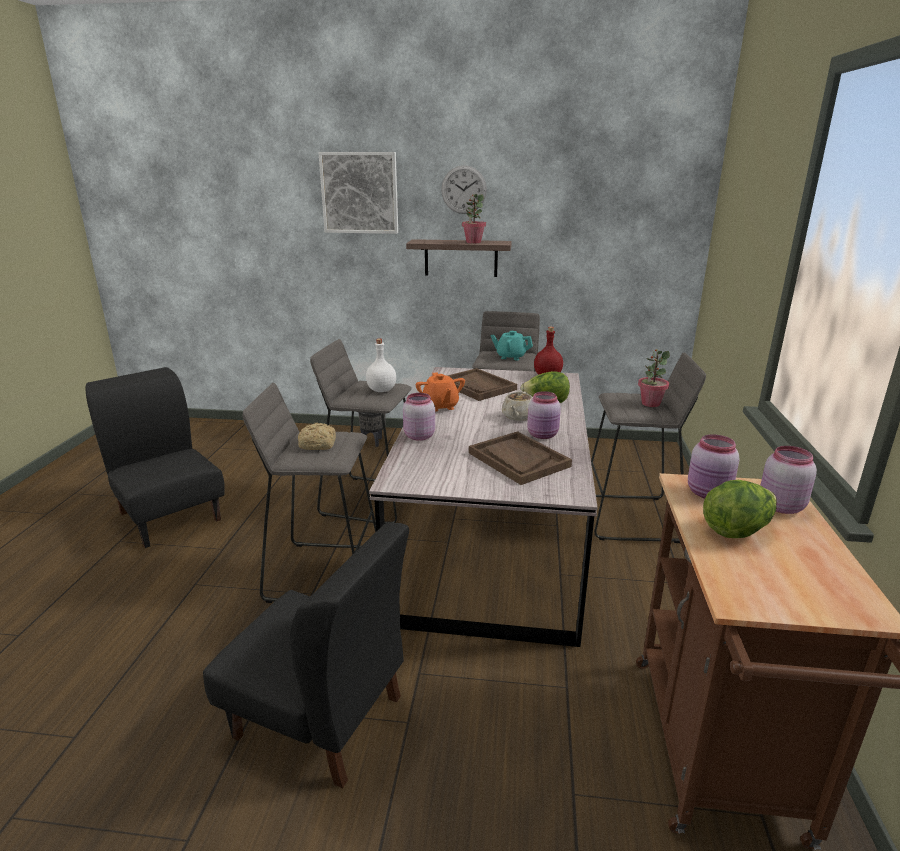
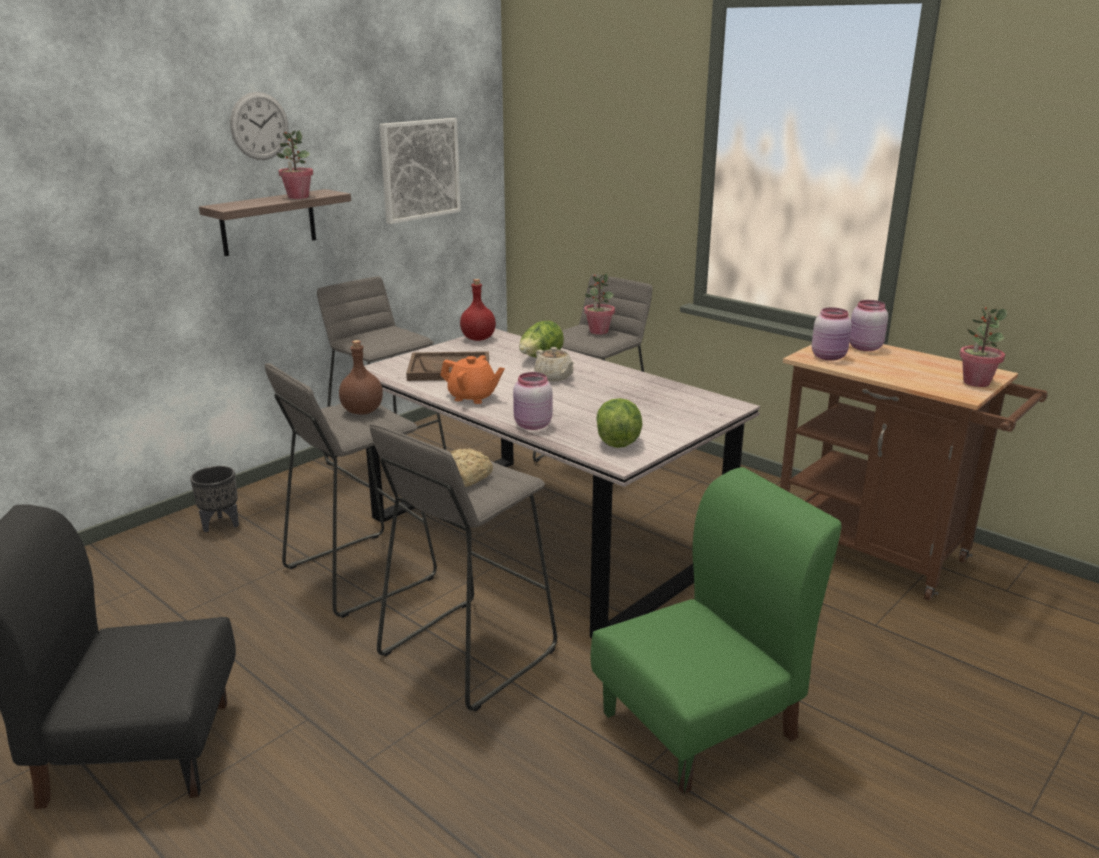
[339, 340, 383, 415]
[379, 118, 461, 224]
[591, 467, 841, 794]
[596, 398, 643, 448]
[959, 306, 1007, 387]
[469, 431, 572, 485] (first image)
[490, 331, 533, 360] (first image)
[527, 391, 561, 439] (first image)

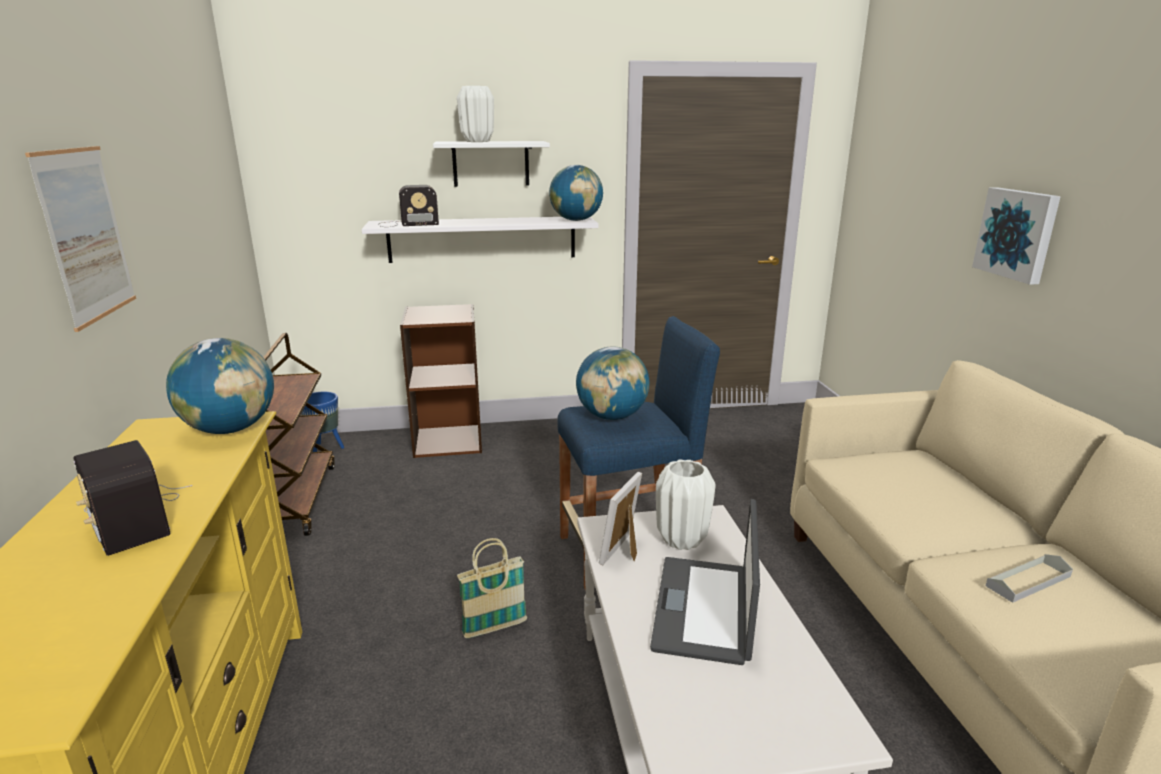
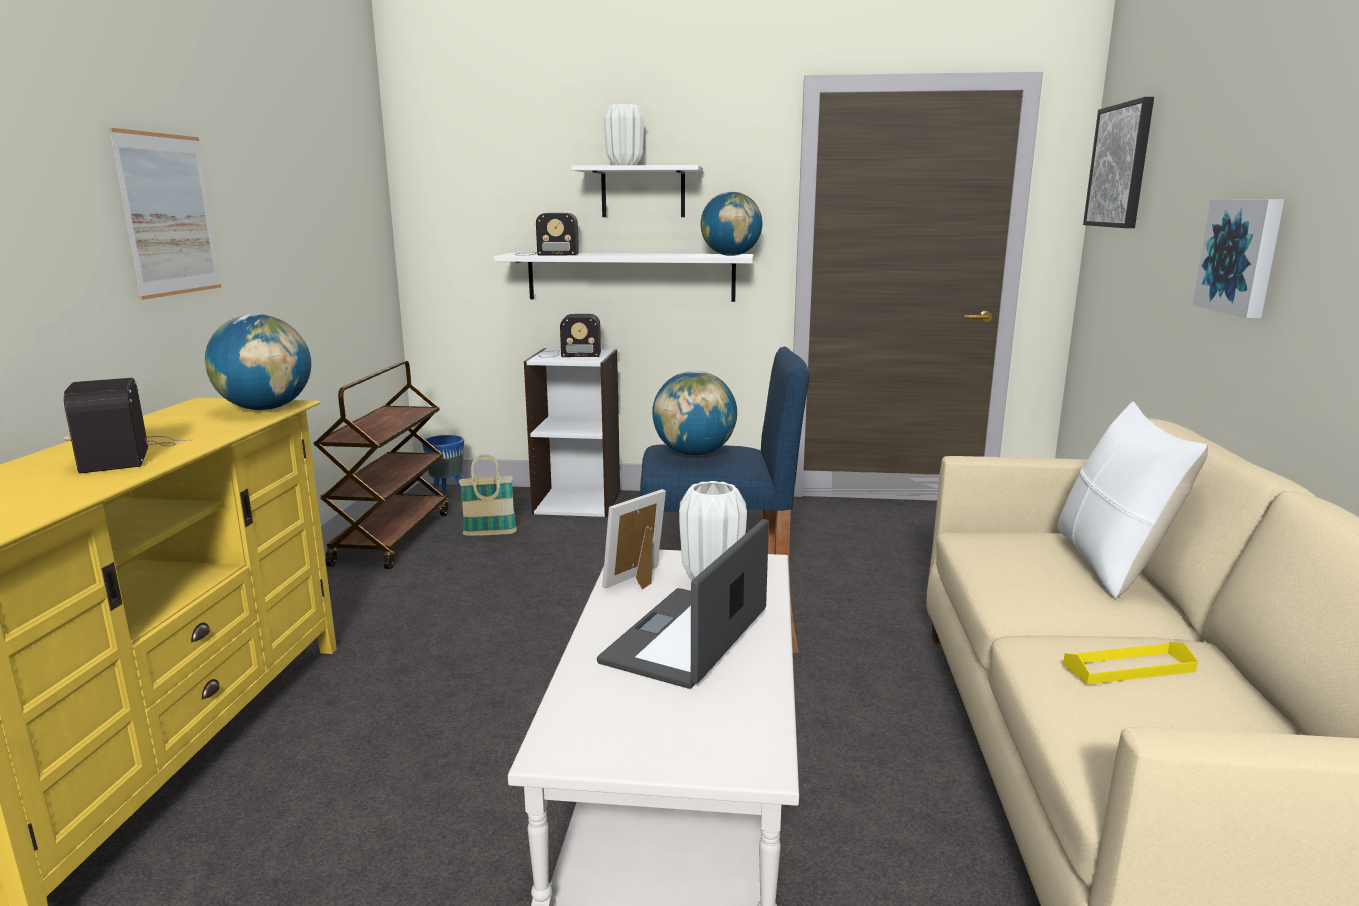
[458, 454, 517, 536]
[524, 348, 620, 517]
[539, 314, 601, 358]
[1058, 401, 1208, 598]
[1063, 642, 1198, 685]
[1083, 97, 1154, 228]

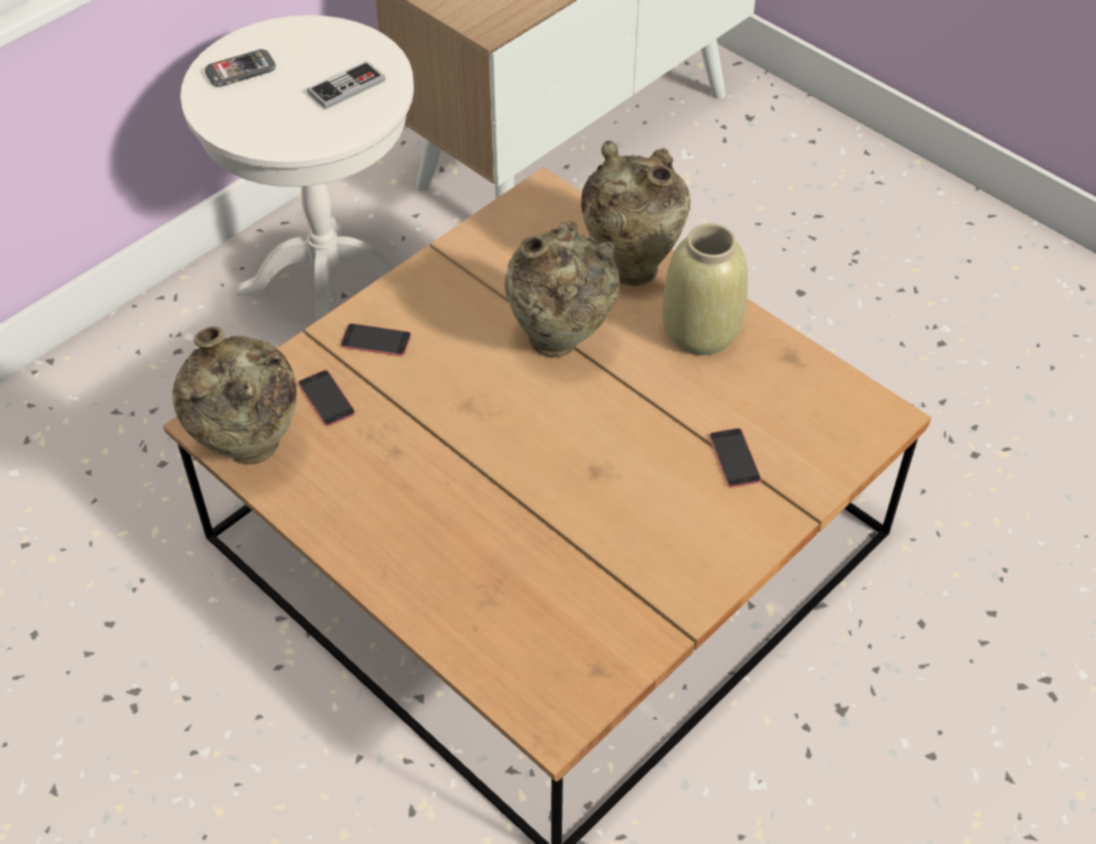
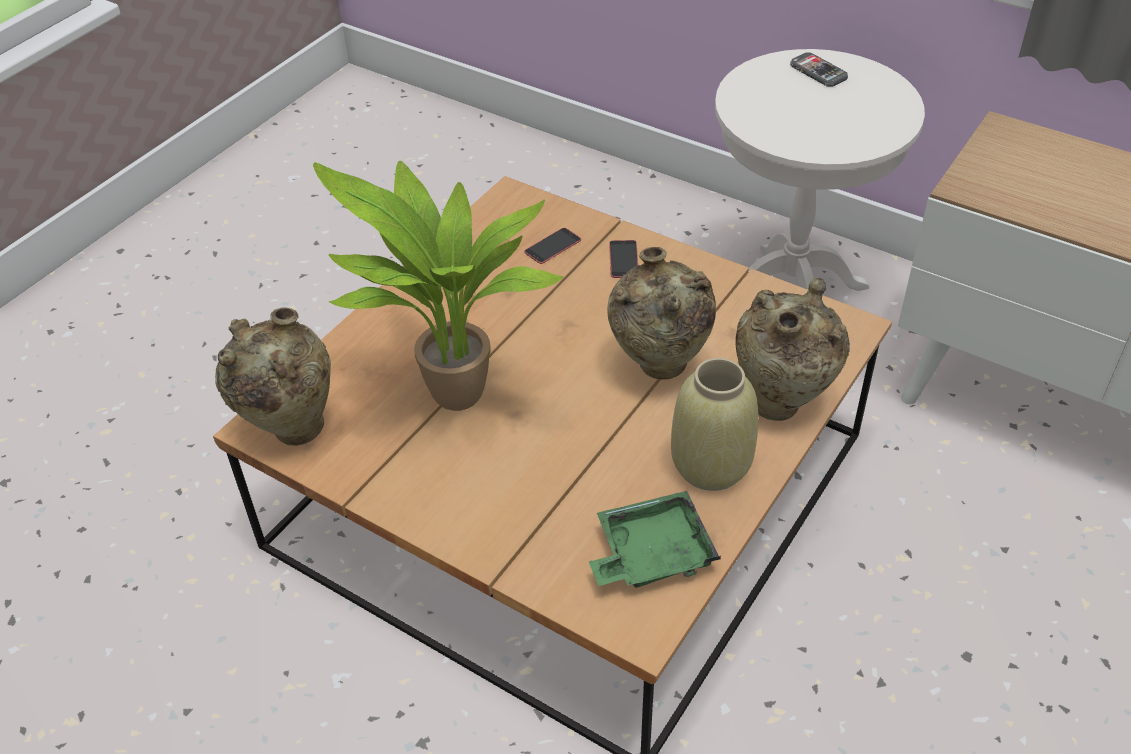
[215, 308, 331, 446]
[313, 161, 563, 411]
[589, 491, 721, 588]
[307, 60, 385, 109] (first image)
[709, 428, 761, 488] (first image)

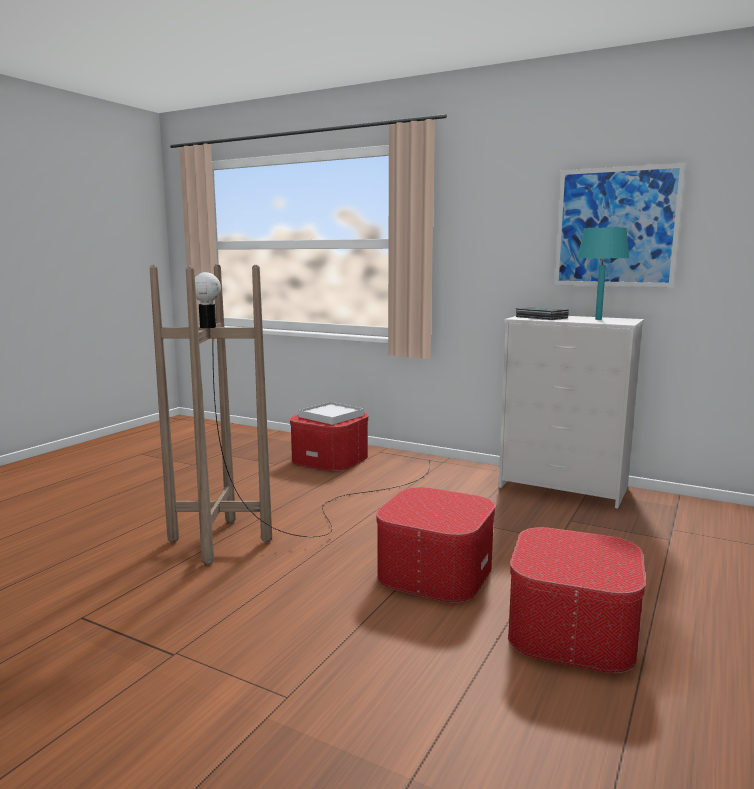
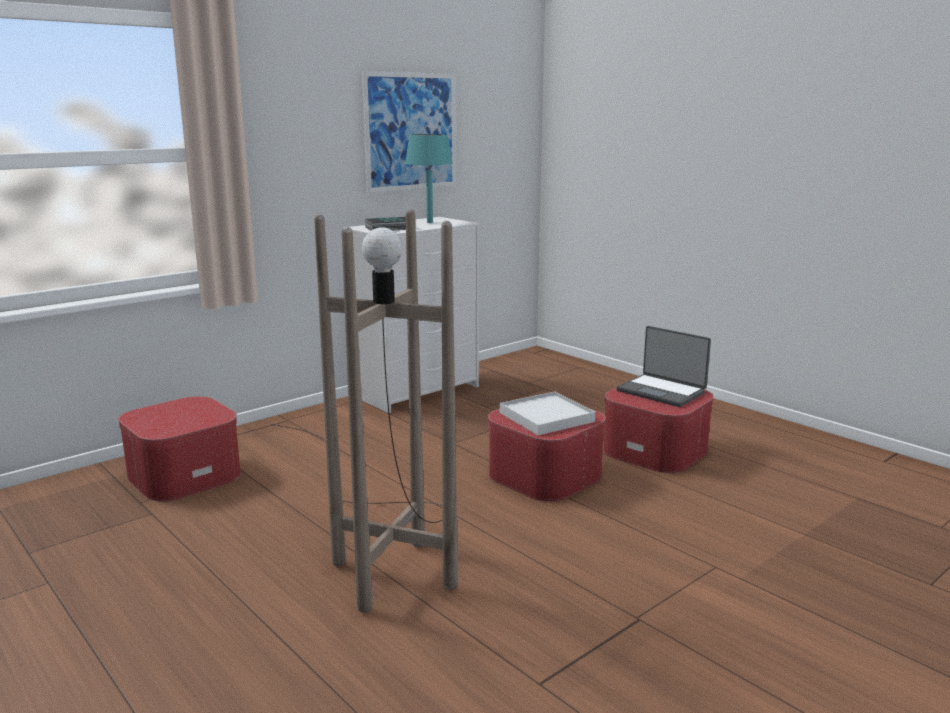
[500, 391, 596, 435]
[616, 326, 711, 407]

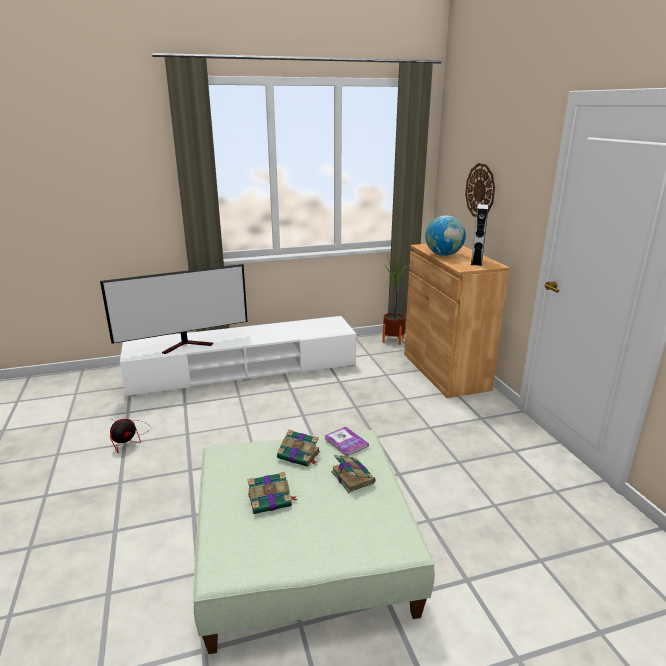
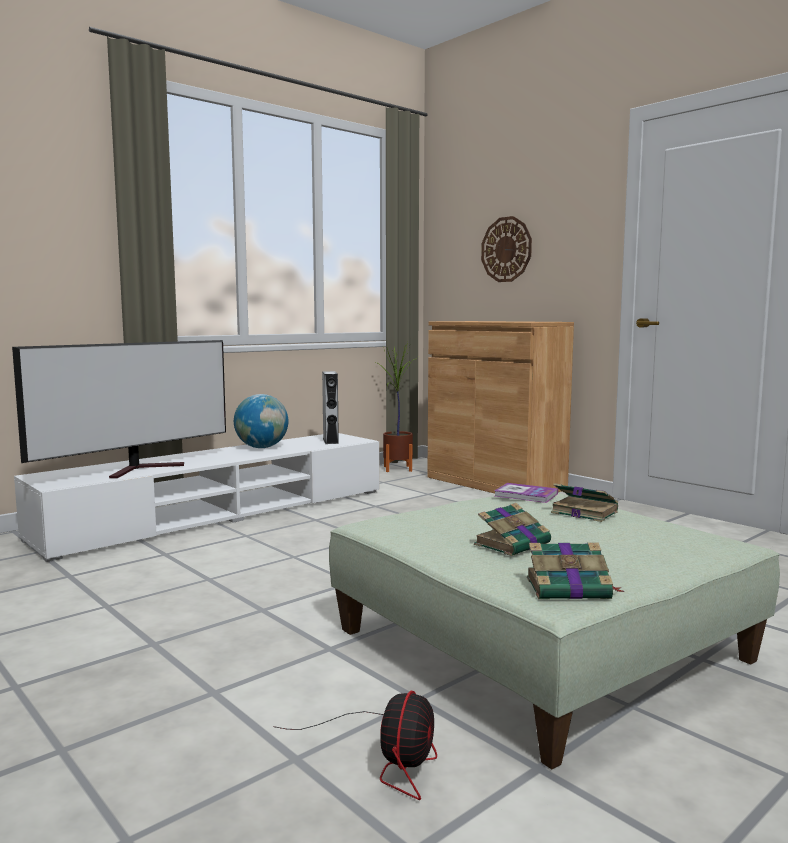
[234, 394, 288, 448]
[273, 691, 437, 800]
[322, 371, 339, 444]
[527, 542, 624, 599]

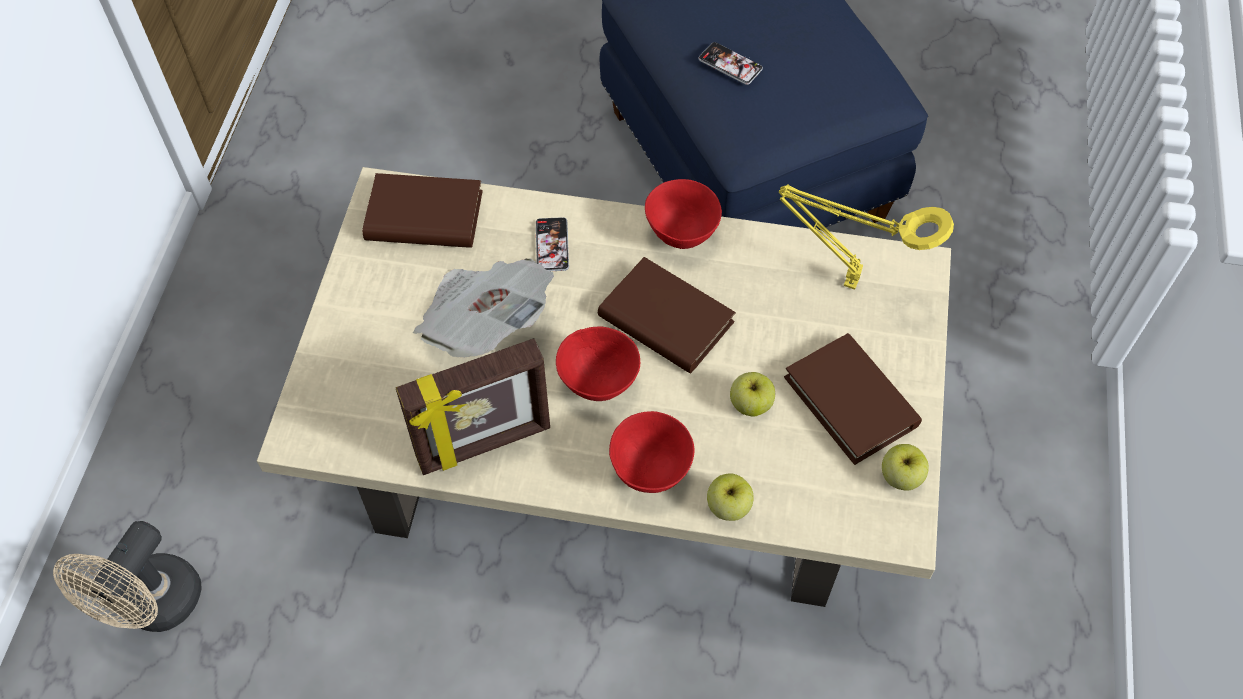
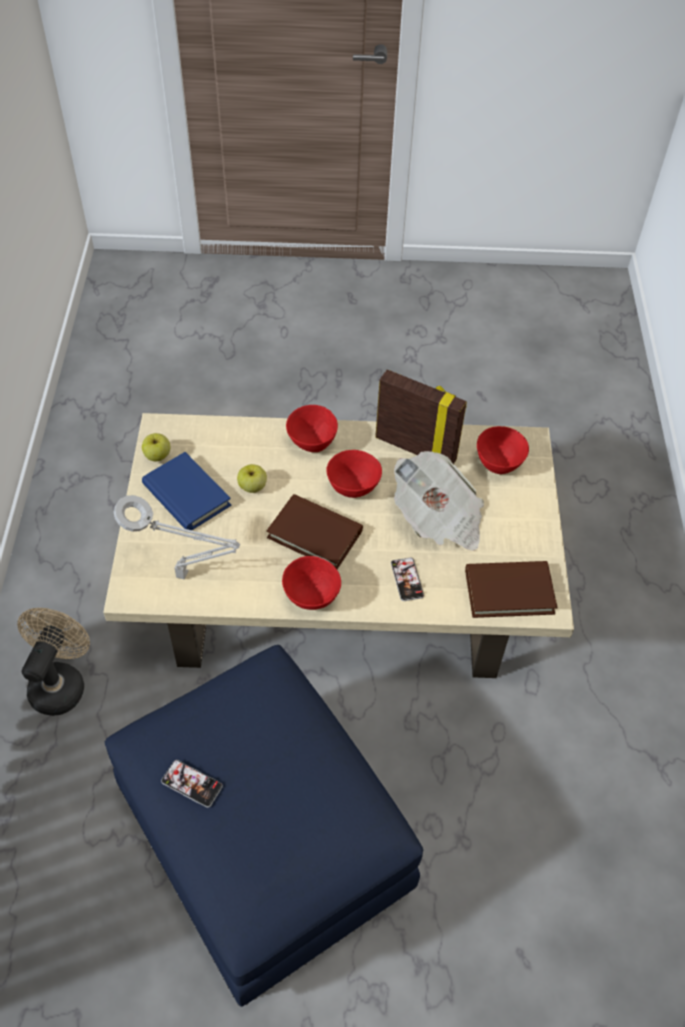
[17, 608, 90, 716]
[114, 495, 240, 580]
[142, 452, 231, 530]
[161, 760, 223, 808]
[375, 370, 467, 464]
[477, 426, 529, 474]
[707, 473, 754, 521] (first image)

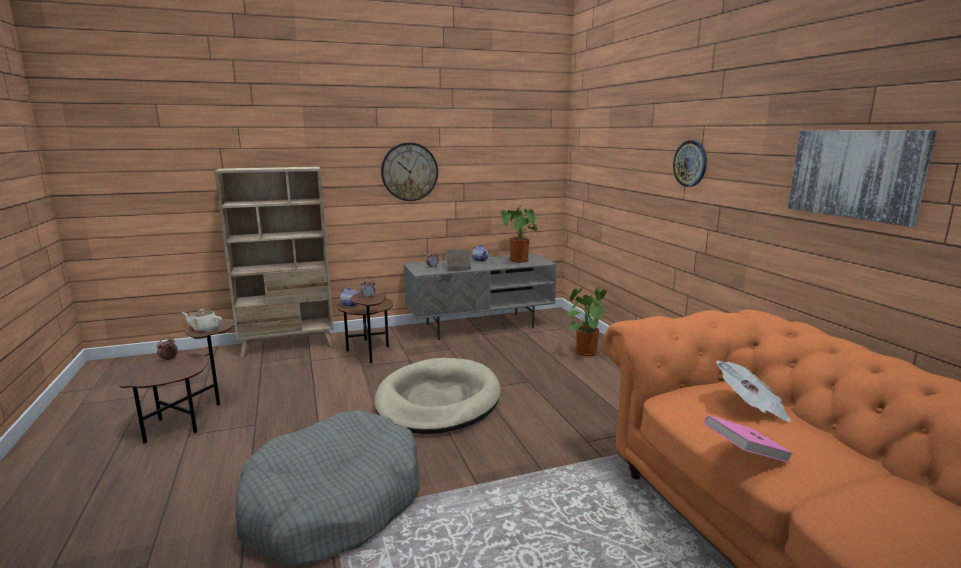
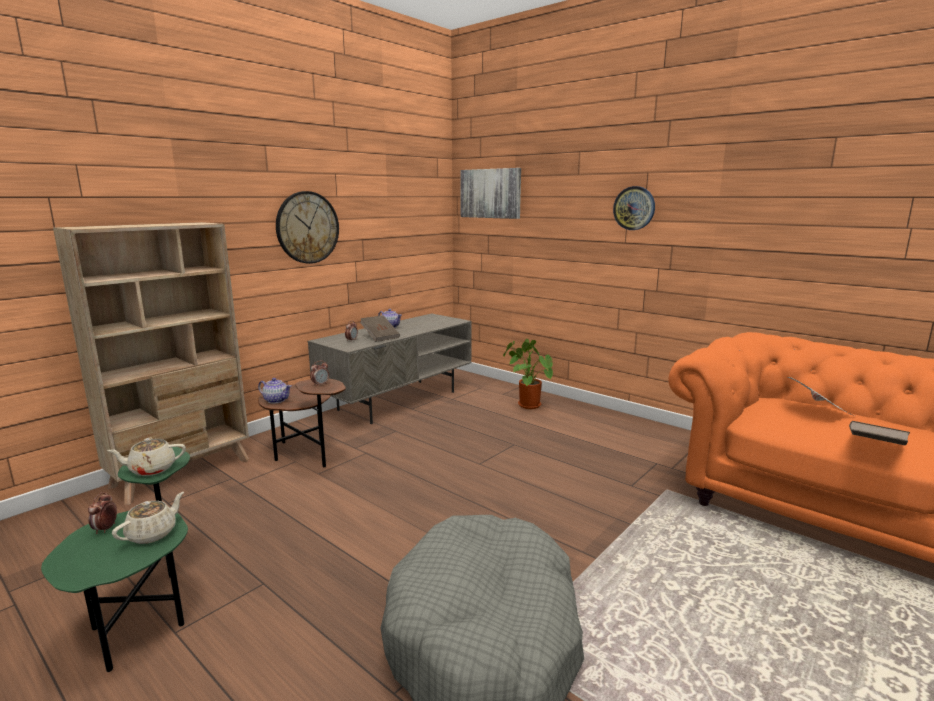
[41, 447, 190, 672]
[112, 492, 184, 544]
[460, 168, 521, 219]
[849, 421, 910, 446]
[374, 358, 501, 434] (first image)
[501, 205, 538, 263] (first image)

